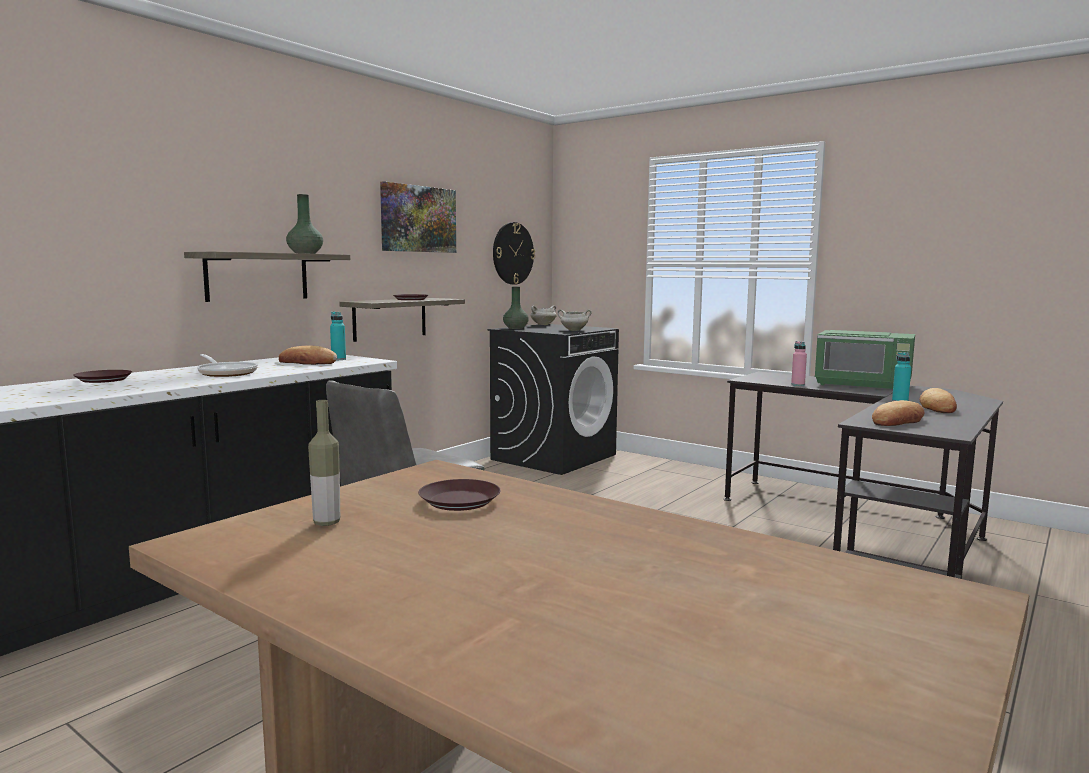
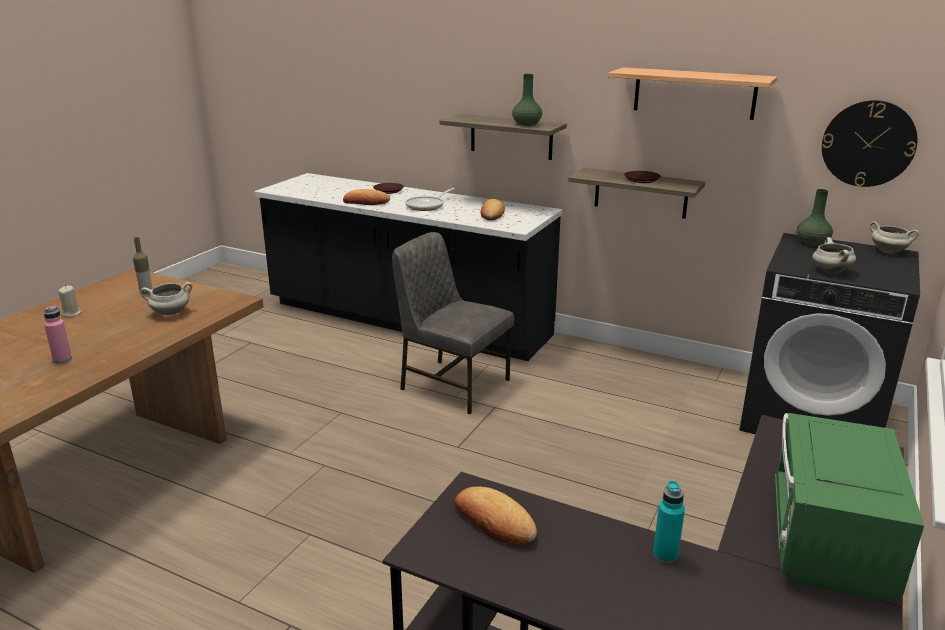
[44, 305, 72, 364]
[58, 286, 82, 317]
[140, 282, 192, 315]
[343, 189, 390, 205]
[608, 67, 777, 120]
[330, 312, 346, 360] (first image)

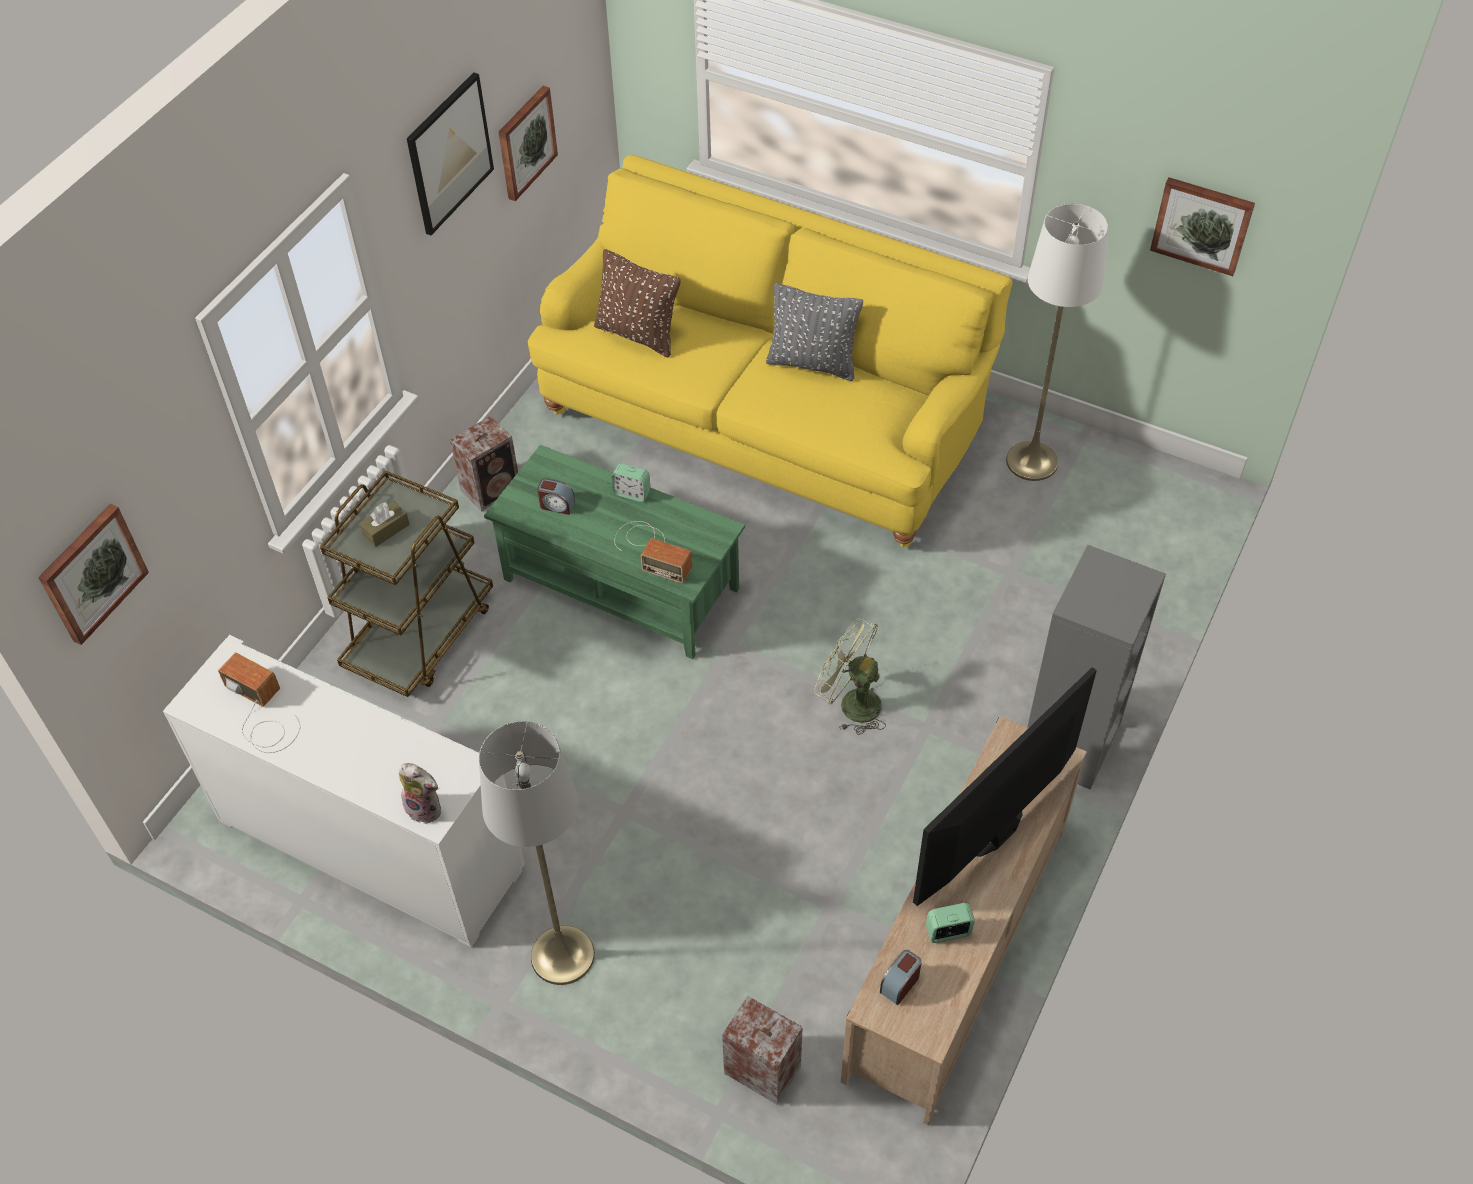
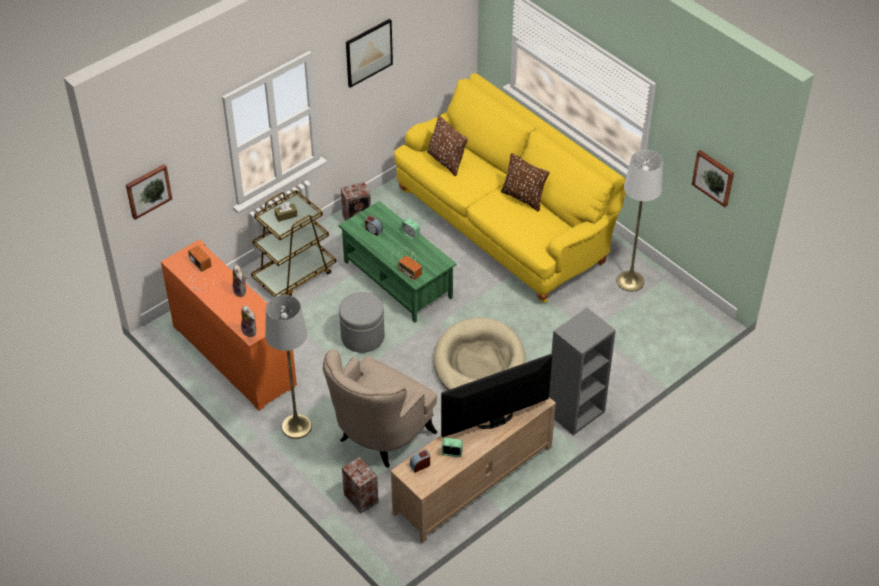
[161, 240, 297, 411]
[232, 265, 247, 297]
[323, 349, 438, 468]
[339, 292, 385, 353]
[434, 318, 526, 390]
[501, 153, 550, 211]
[499, 86, 558, 201] (first image)

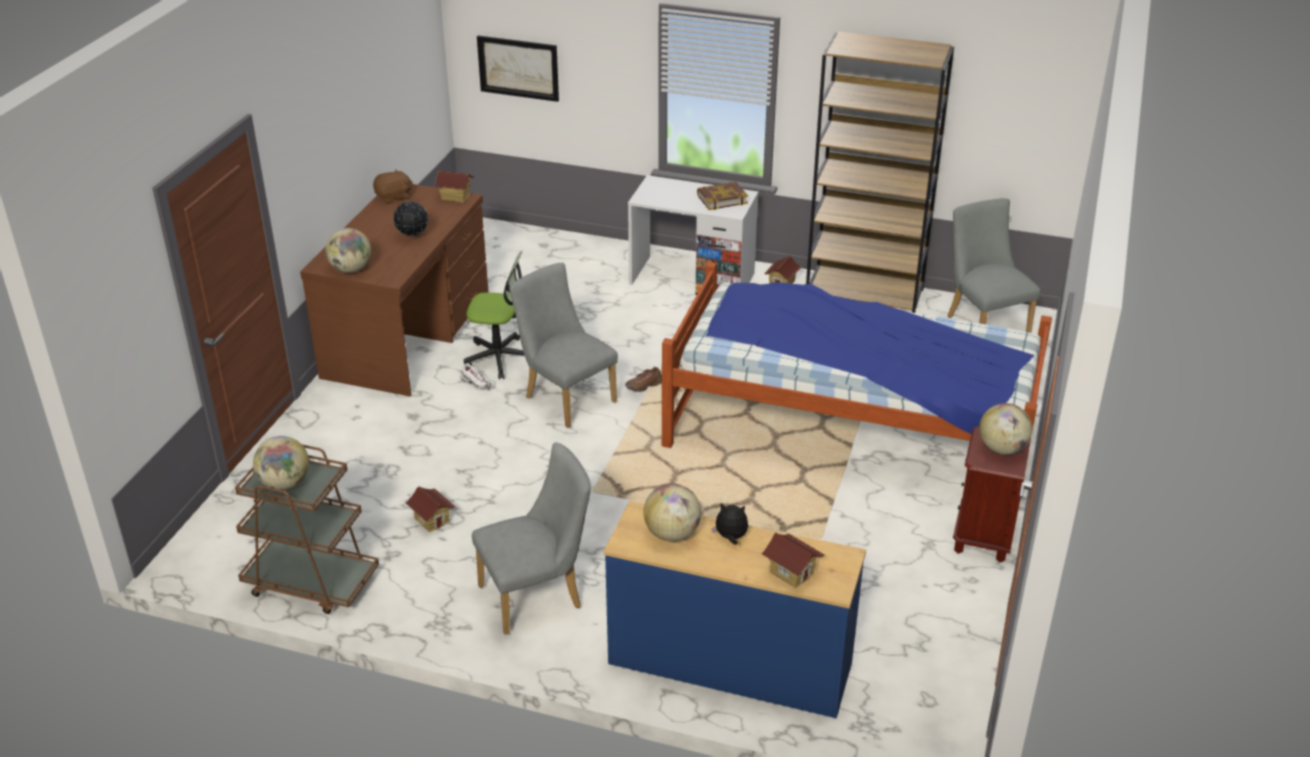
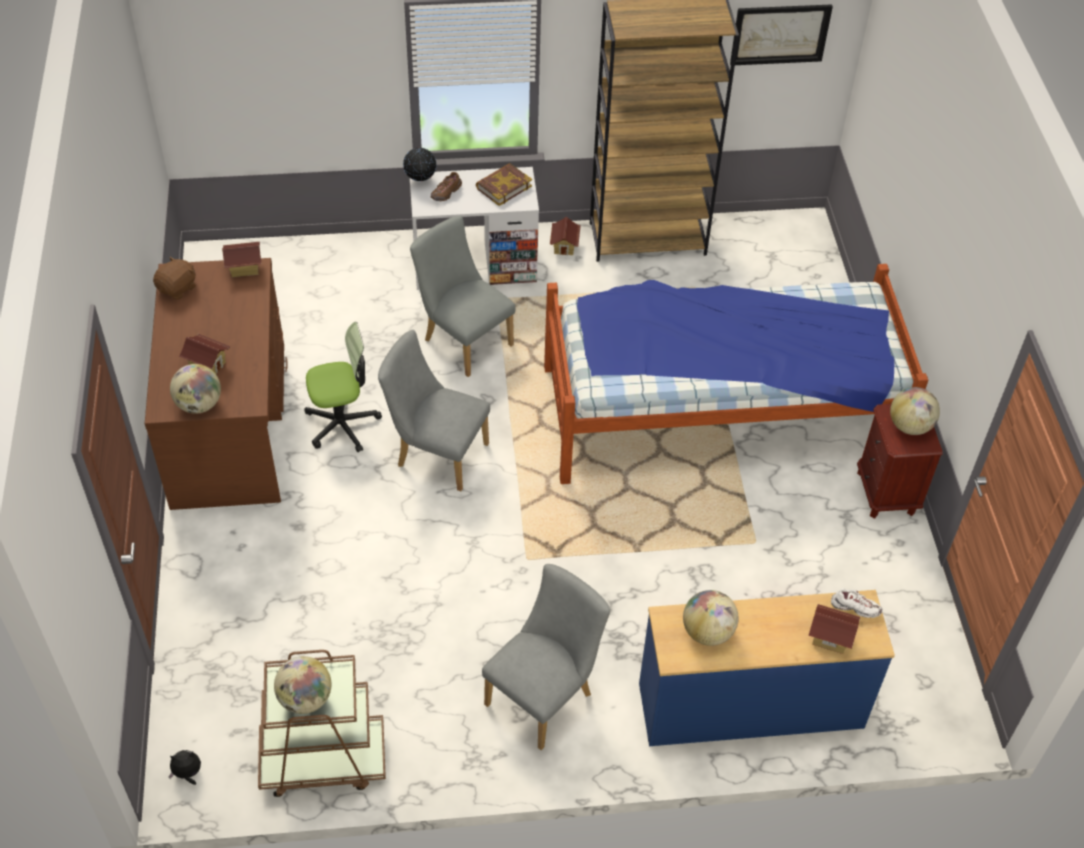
[169, 750, 201, 785]
[179, 334, 231, 374]
[403, 148, 436, 181]
[410, 216, 516, 377]
[431, 172, 462, 201]
[730, 4, 833, 65]
[831, 588, 883, 618]

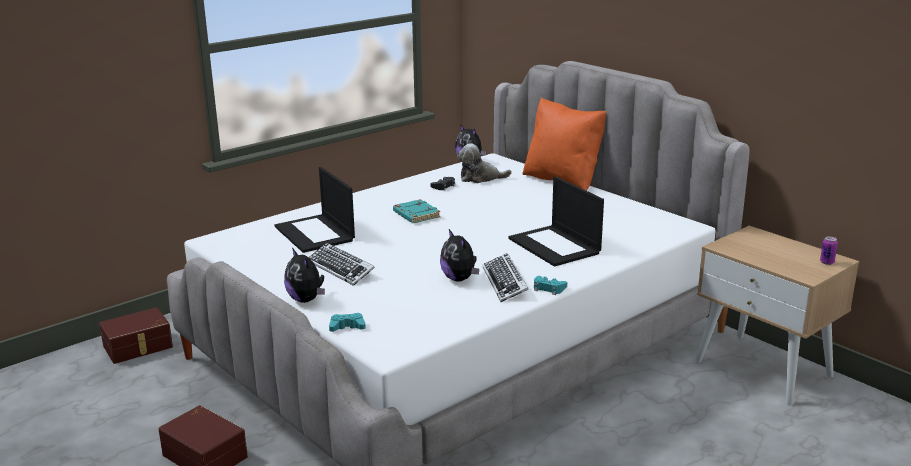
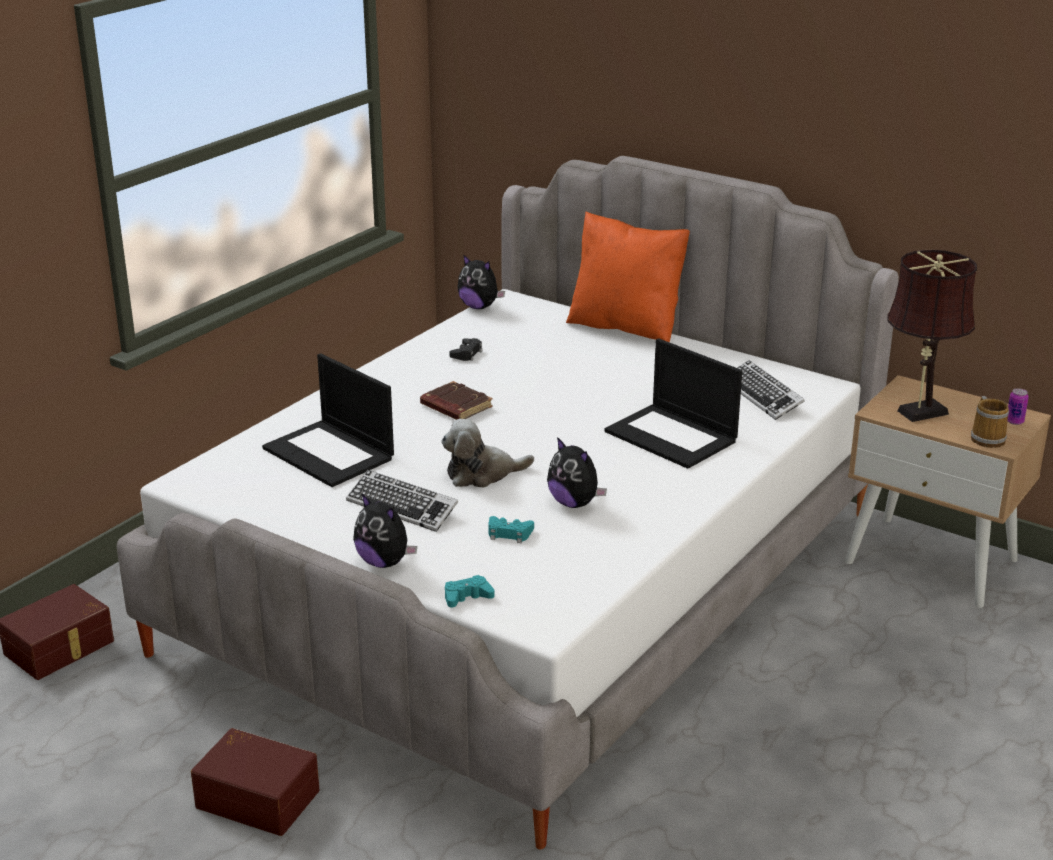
[420, 381, 493, 420]
[441, 419, 534, 488]
[488, 516, 534, 543]
[737, 360, 805, 420]
[888, 250, 977, 422]
[971, 396, 1009, 448]

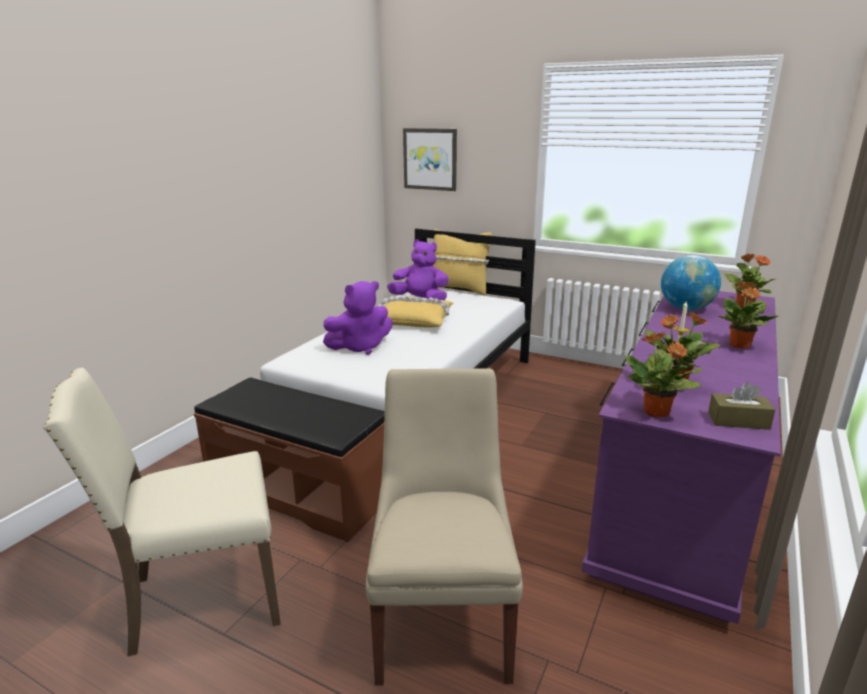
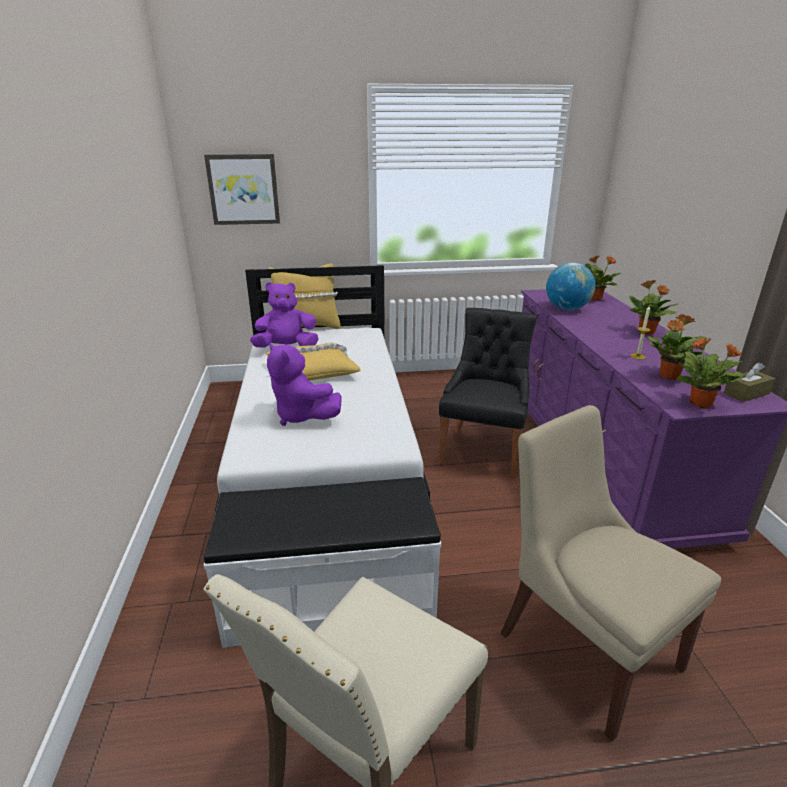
[204, 477, 441, 648]
[267, 343, 342, 426]
[439, 308, 537, 477]

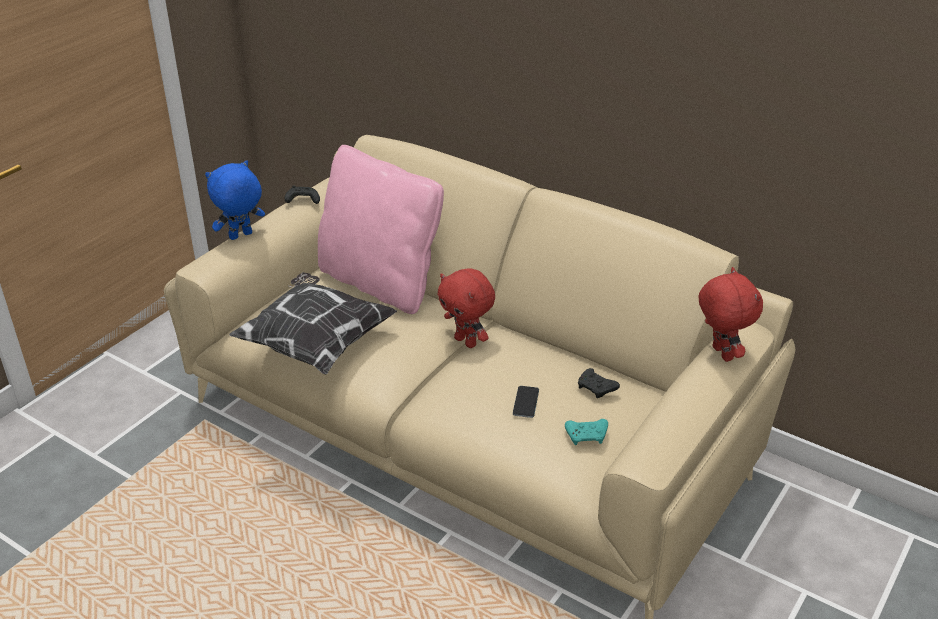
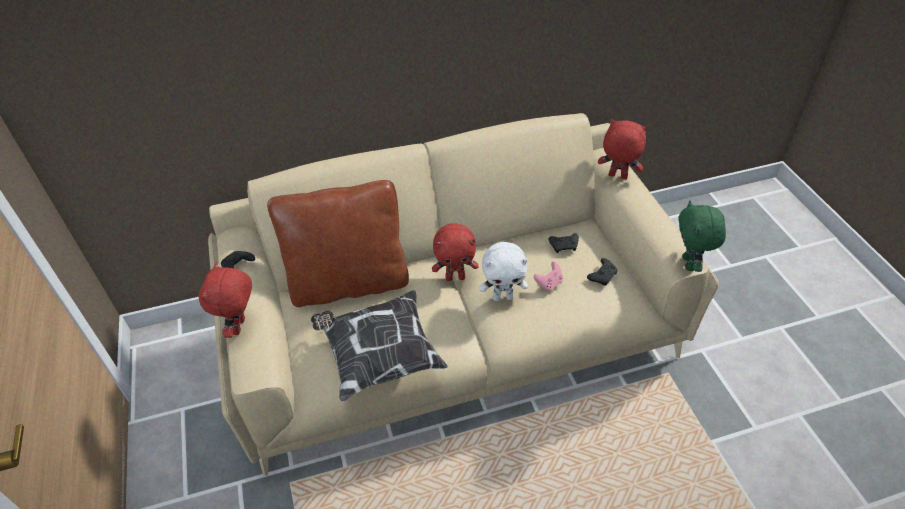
[199, 262, 252, 338]
[267, 180, 409, 307]
[479, 242, 528, 301]
[534, 262, 563, 291]
[587, 258, 618, 285]
[678, 200, 726, 272]

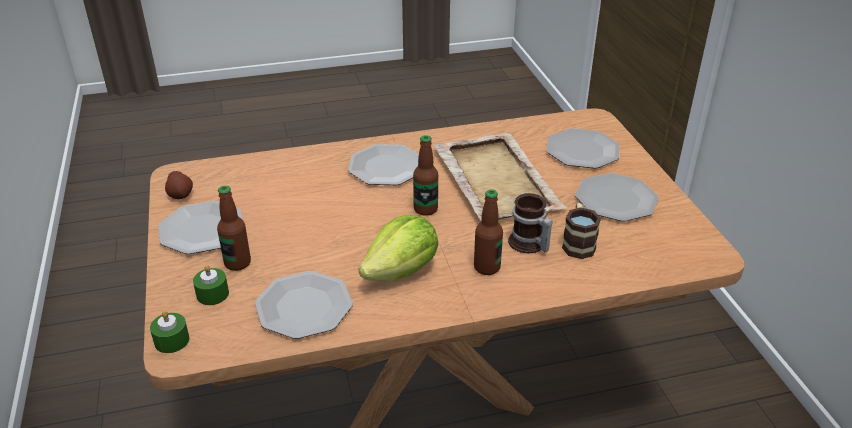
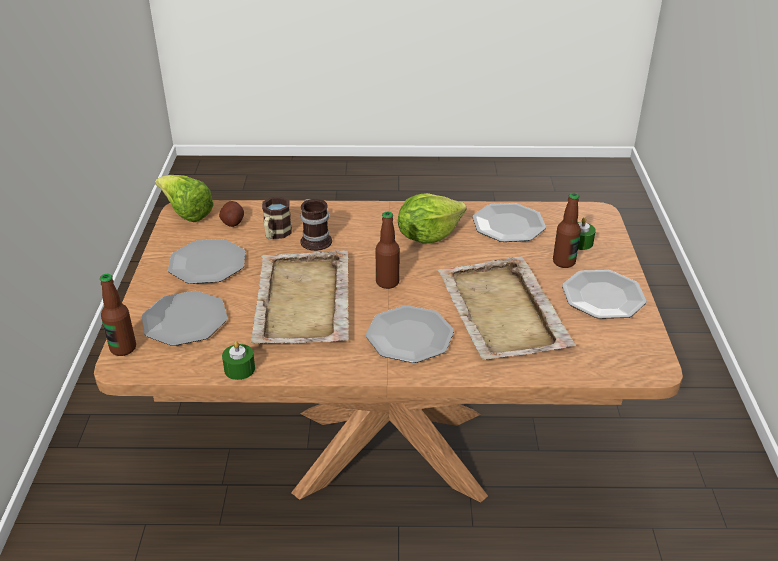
[100, 274, 136, 356]
[155, 175, 214, 222]
[219, 201, 244, 227]
[222, 341, 255, 380]
[438, 256, 576, 360]

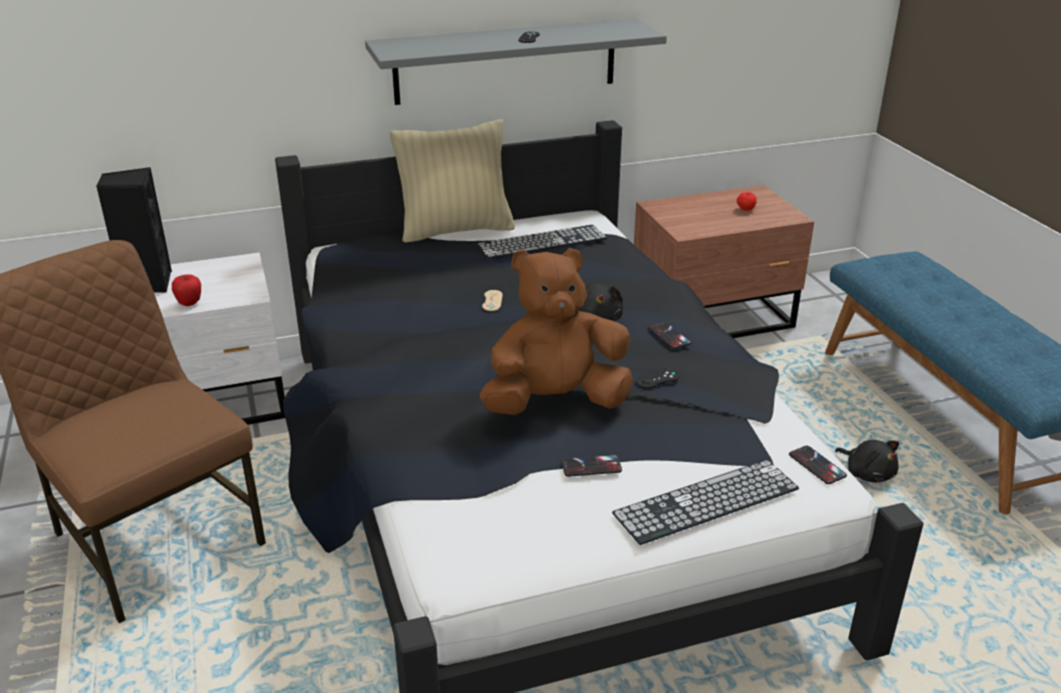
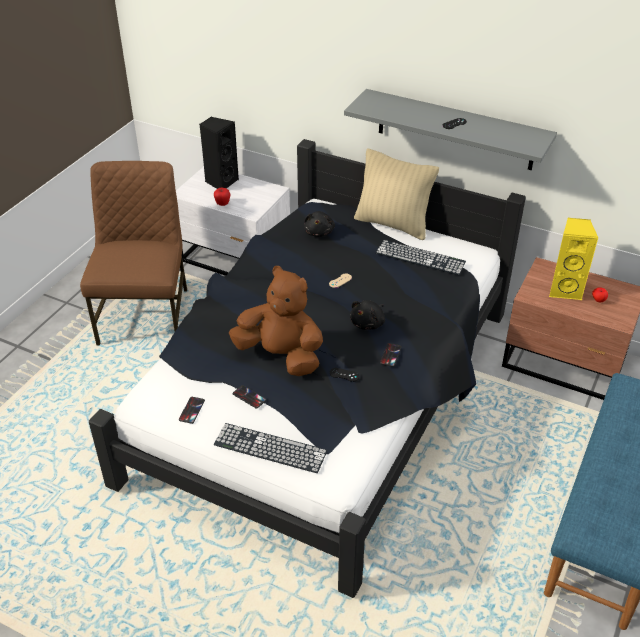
[179, 397, 205, 424]
[304, 211, 335, 237]
[549, 218, 598, 300]

